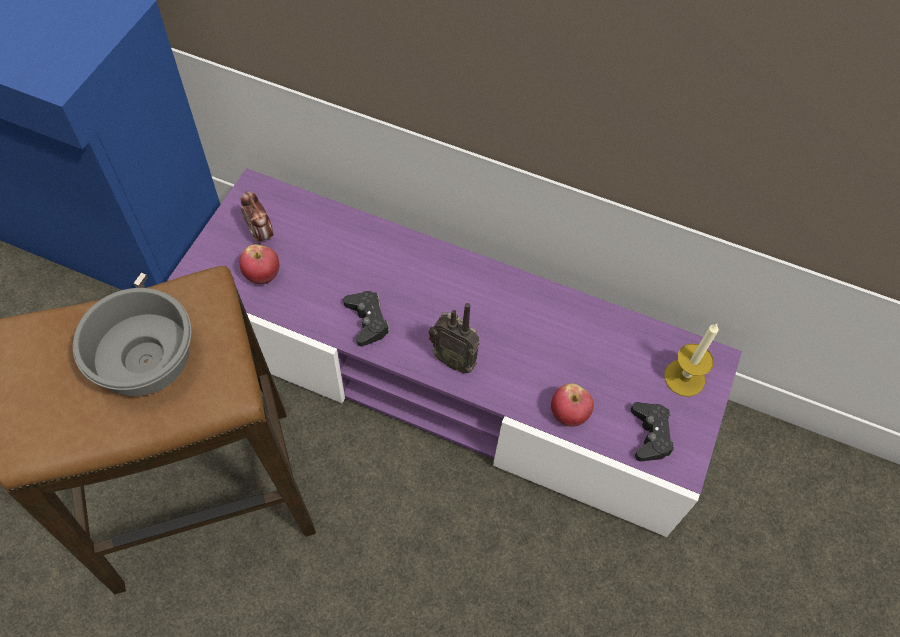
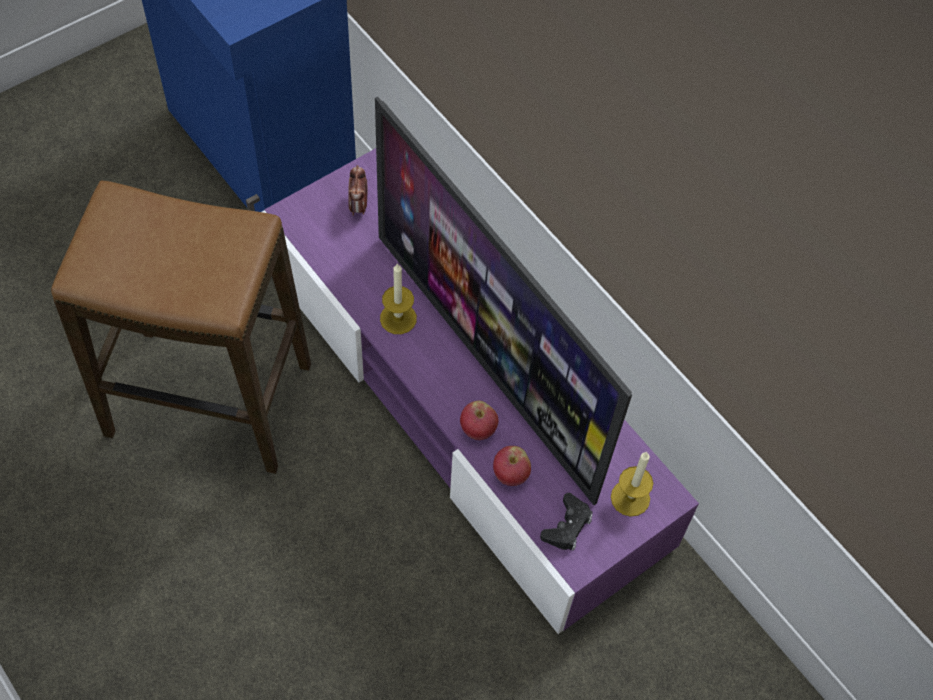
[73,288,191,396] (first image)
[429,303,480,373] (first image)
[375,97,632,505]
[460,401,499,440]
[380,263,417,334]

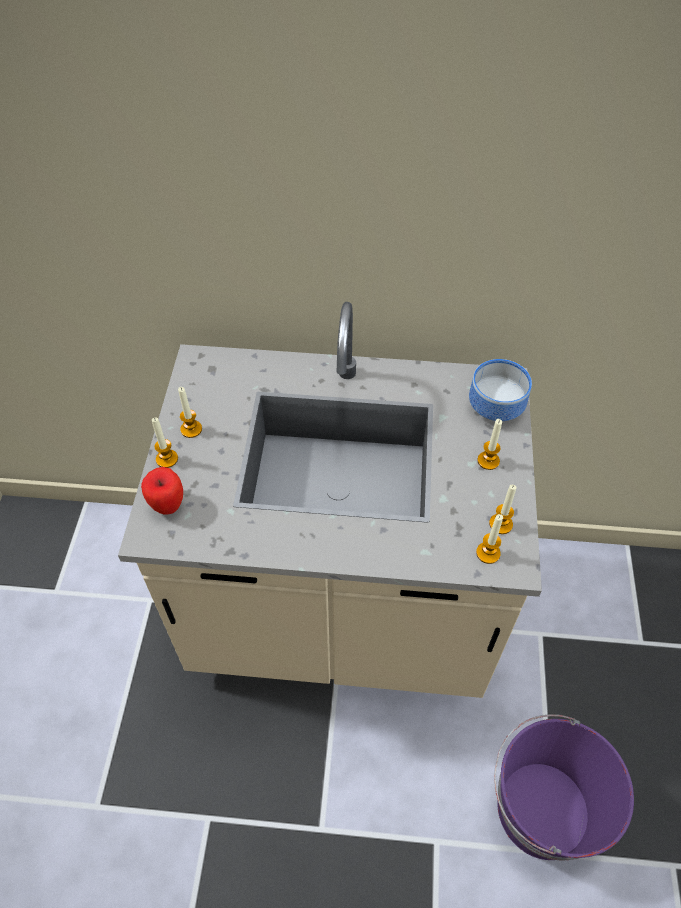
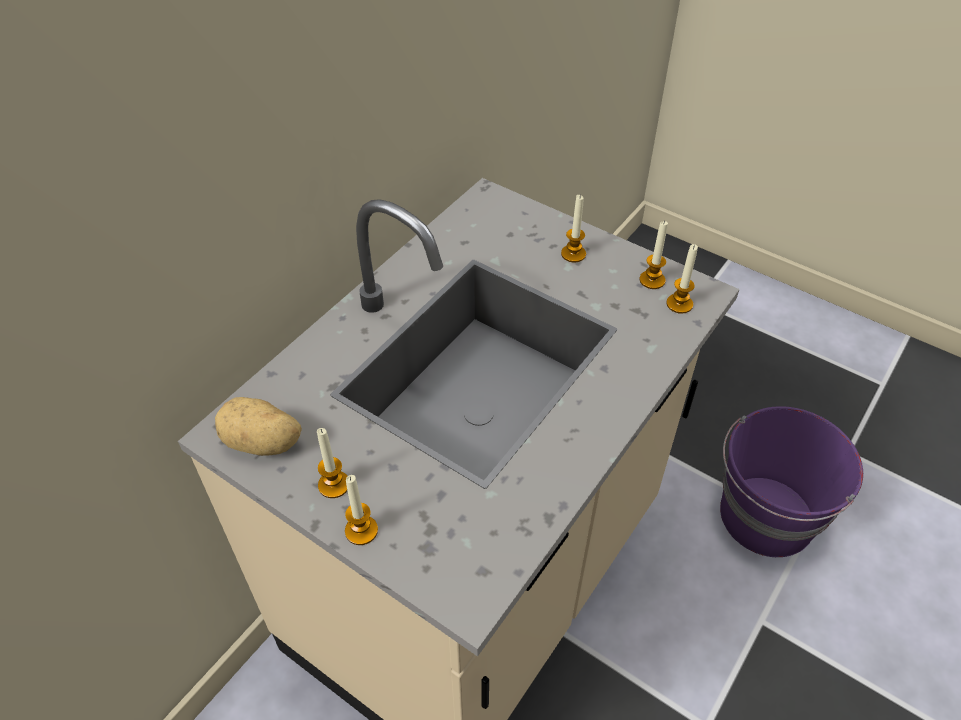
[141,467,183,515] (first image)
[469,359,532,421] (first image)
[215,397,302,456]

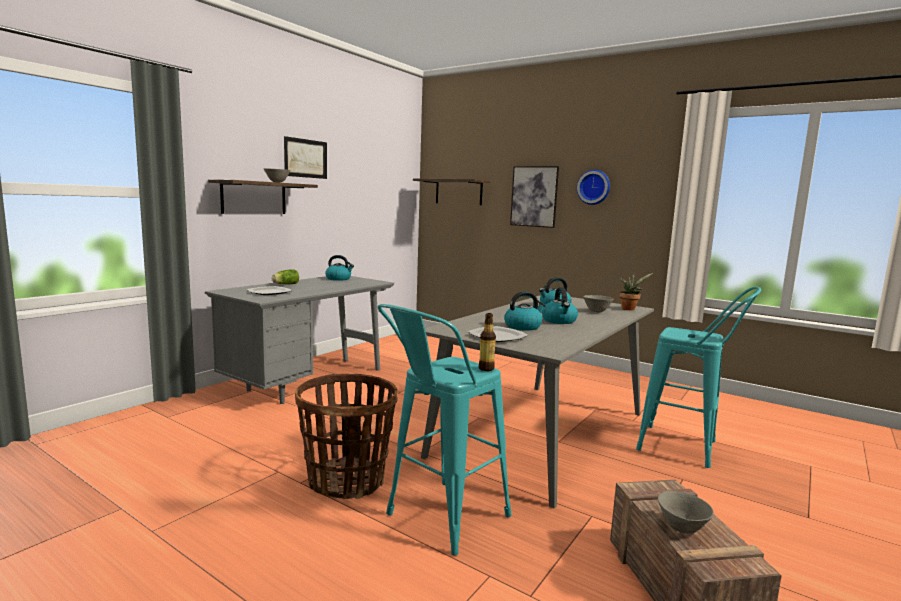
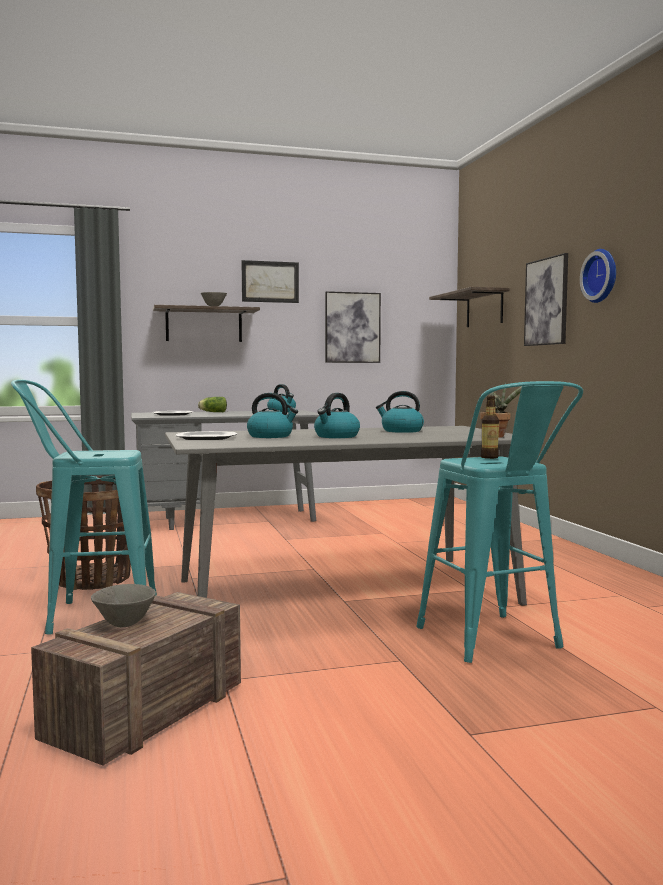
[583,295,614,312] (first image)
[325,291,381,363]
[481,396,499,459]

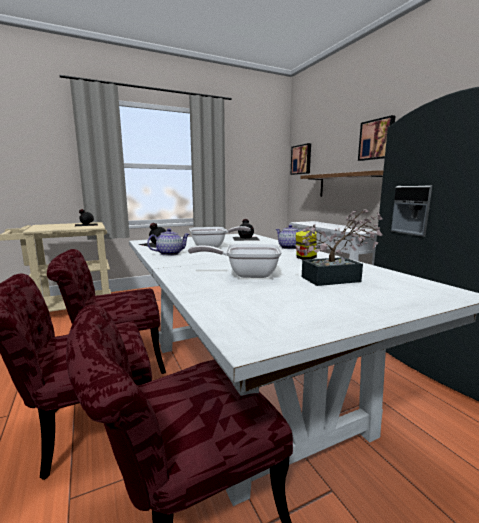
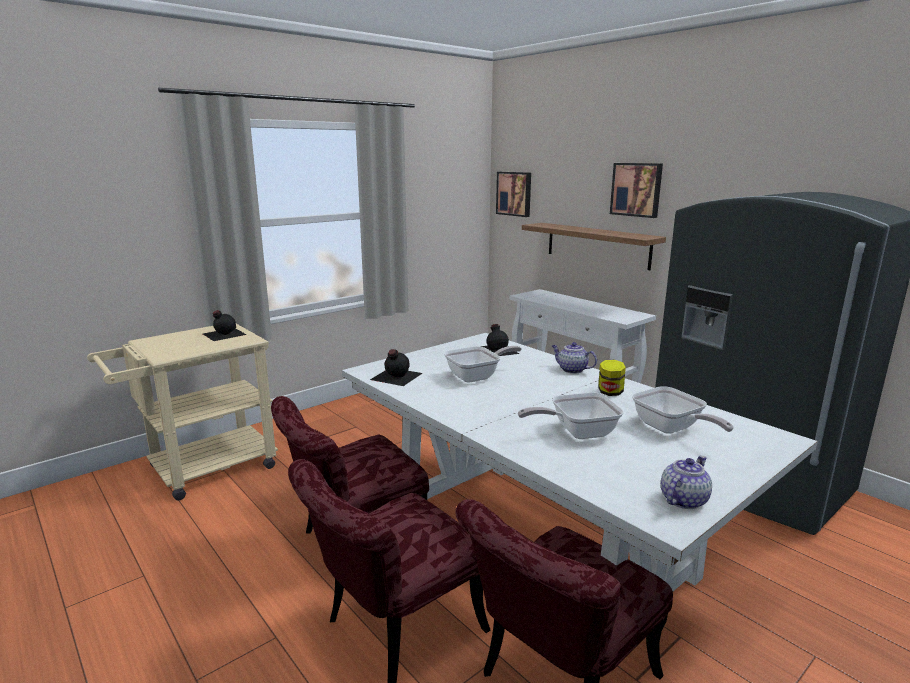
[661,455,712,509]
[632,386,734,434]

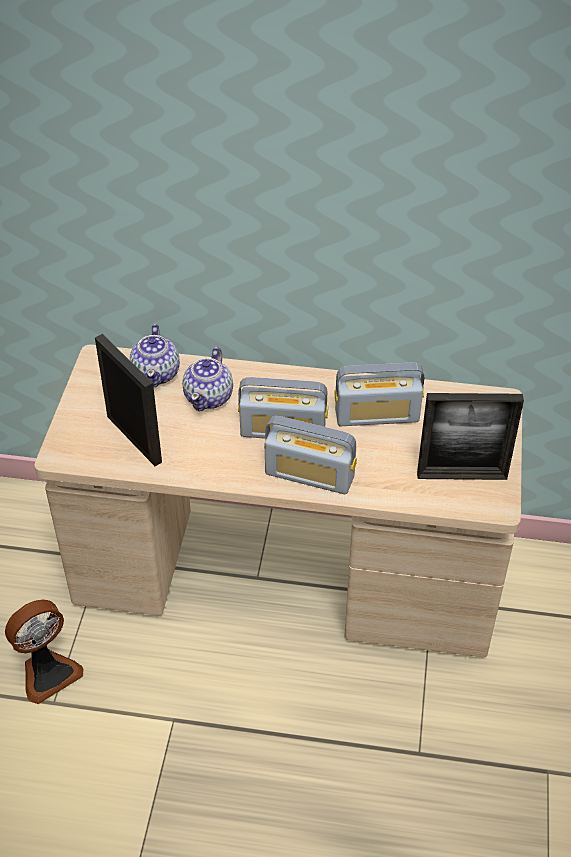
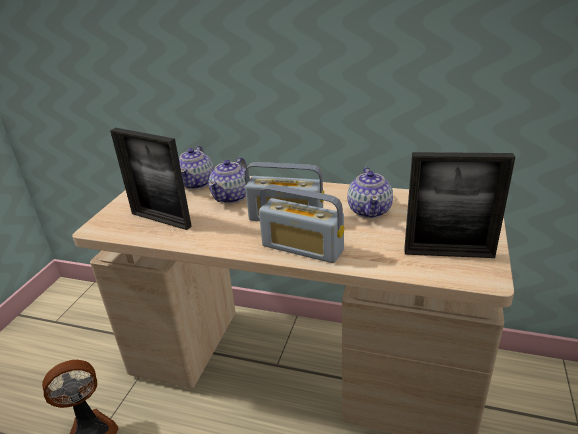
[347,167,393,218]
[110,128,192,230]

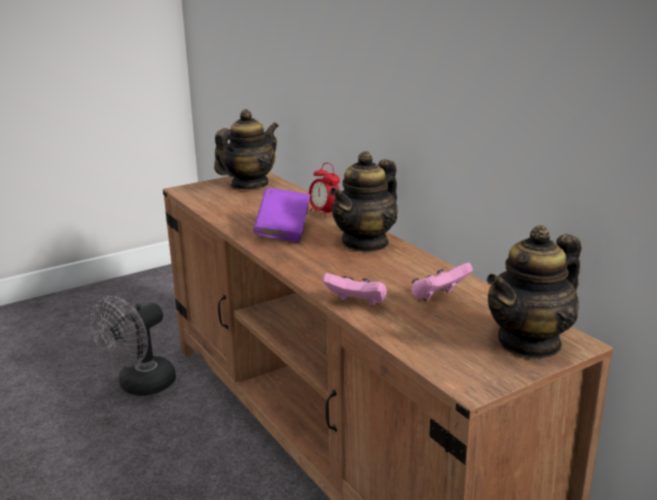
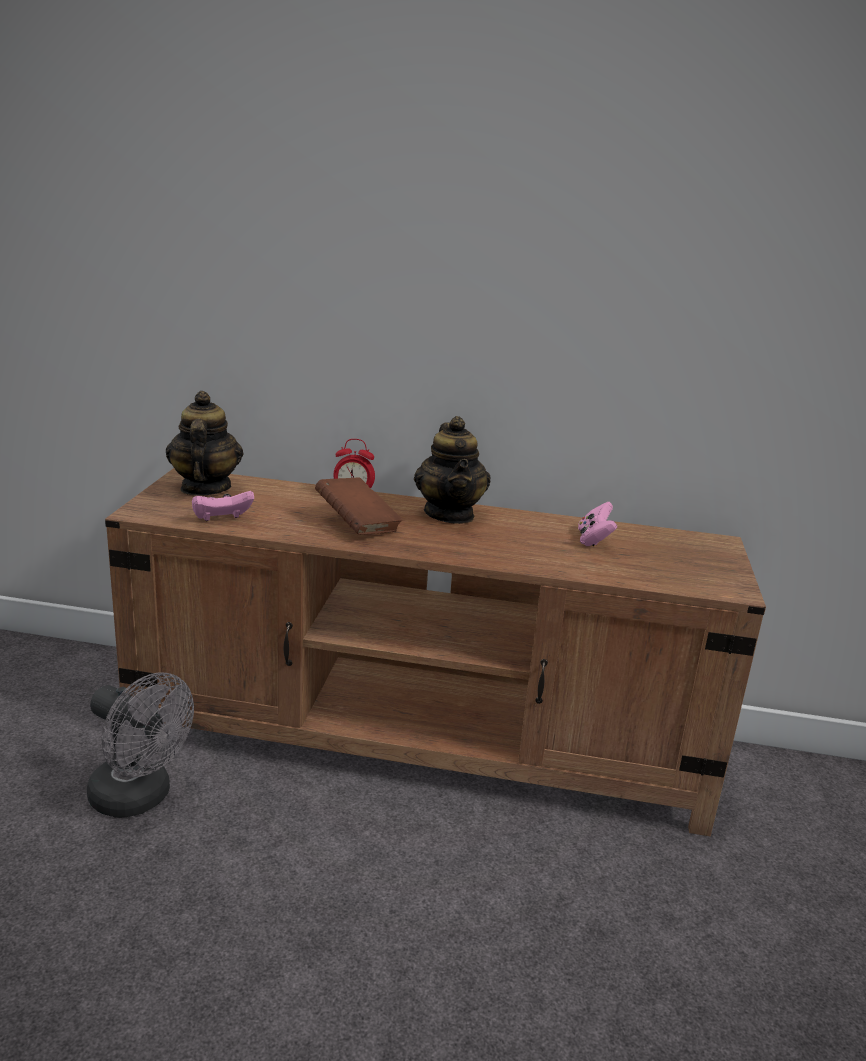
[486,225,581,360] (first image)
[192,491,254,521]
[315,478,402,535]
[87,672,194,818]

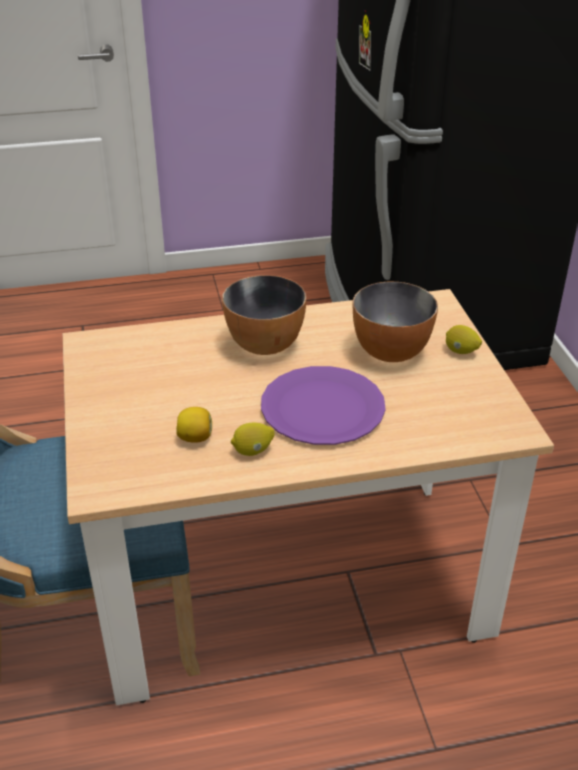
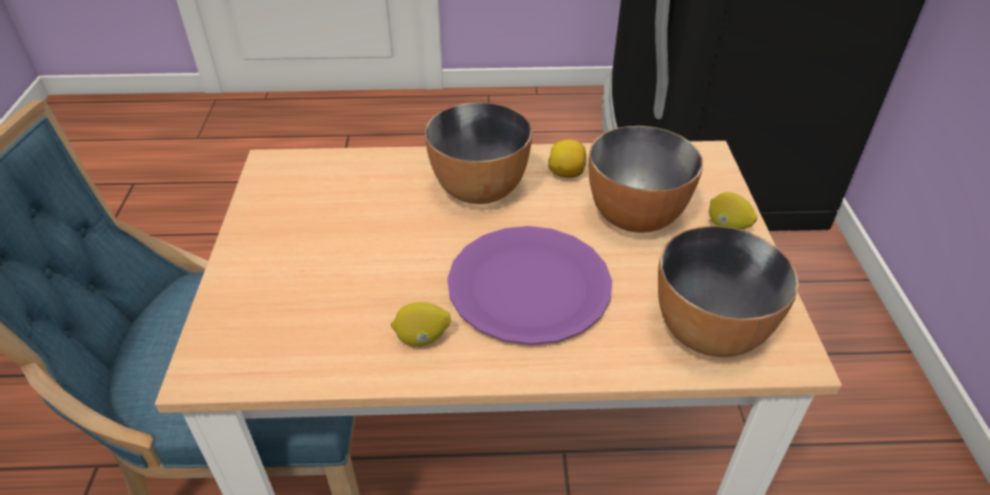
[658,226,799,357]
[548,139,587,178]

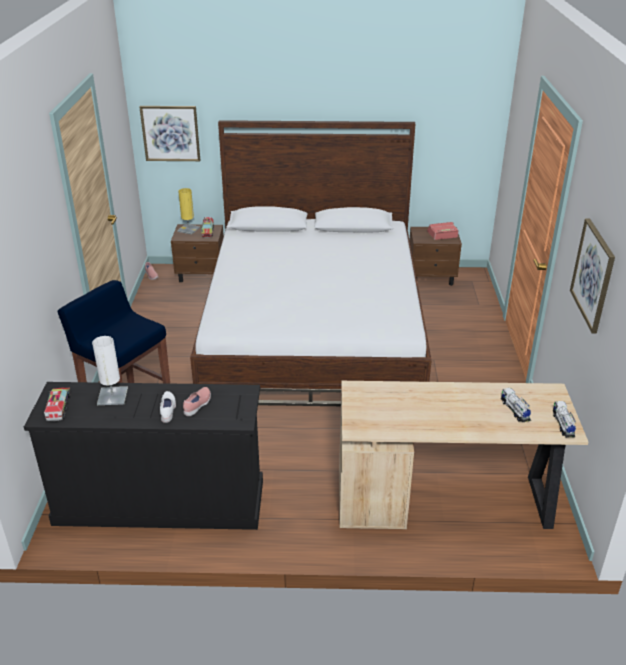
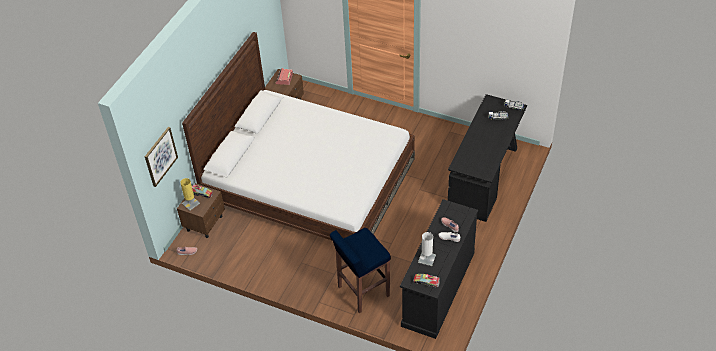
[570,218,615,333] (first image)
[448,94,527,222]

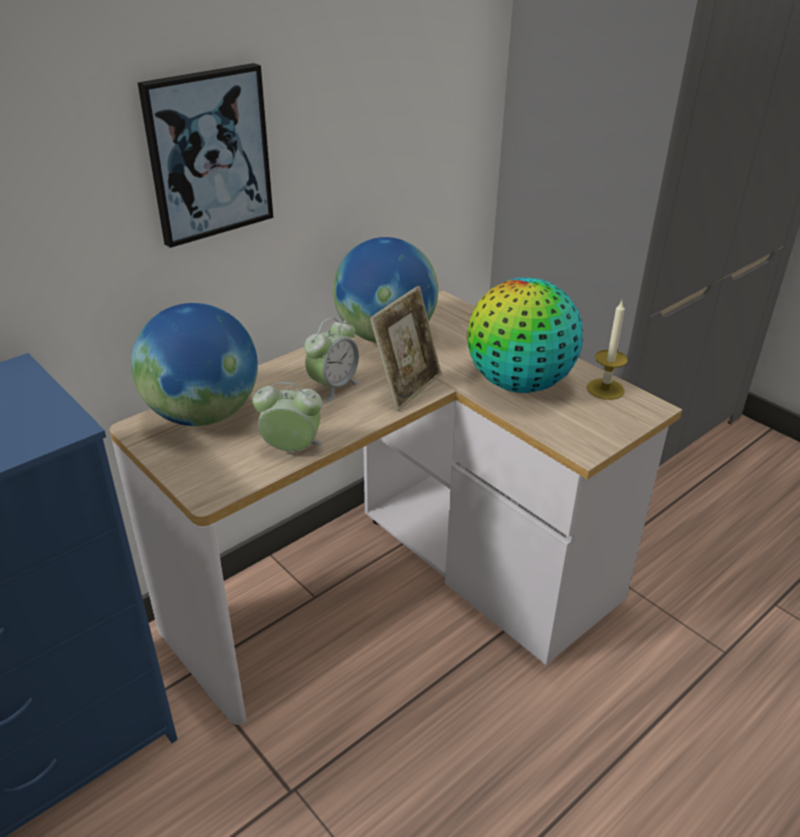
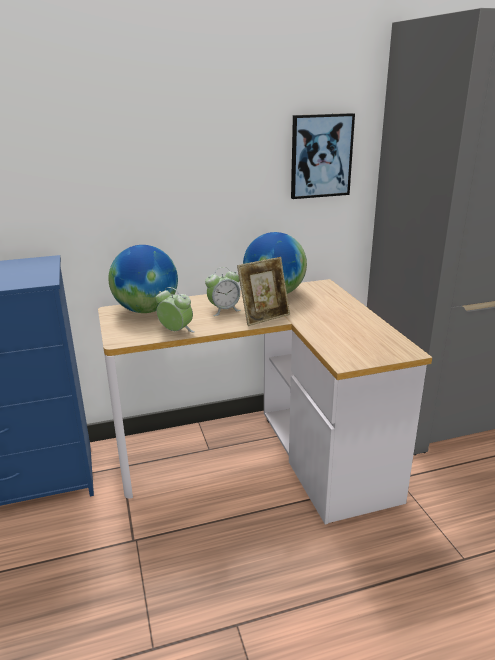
[467,277,583,393] (first image)
[587,301,628,400] (first image)
[291,113,355,199]

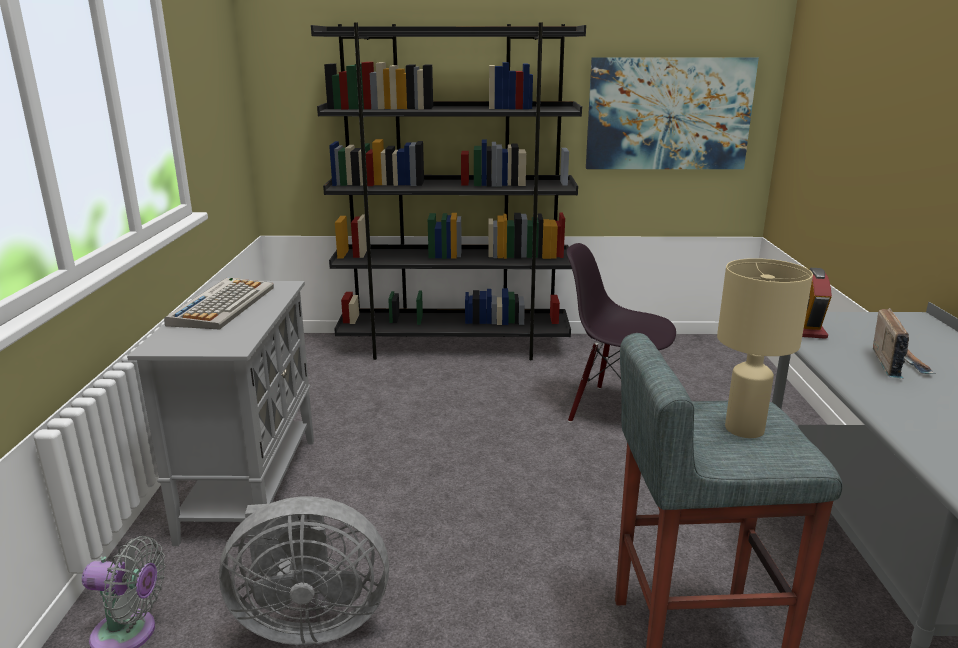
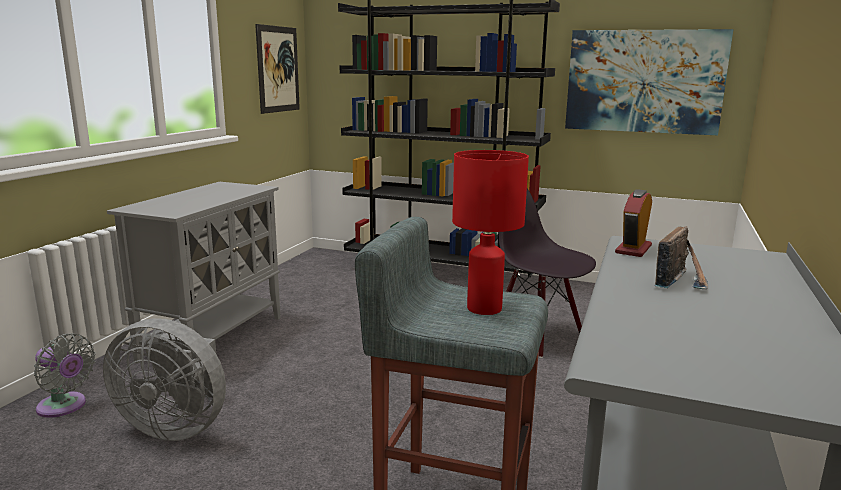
[164,277,274,329] (first image)
[255,24,300,114]
[452,150,529,315]

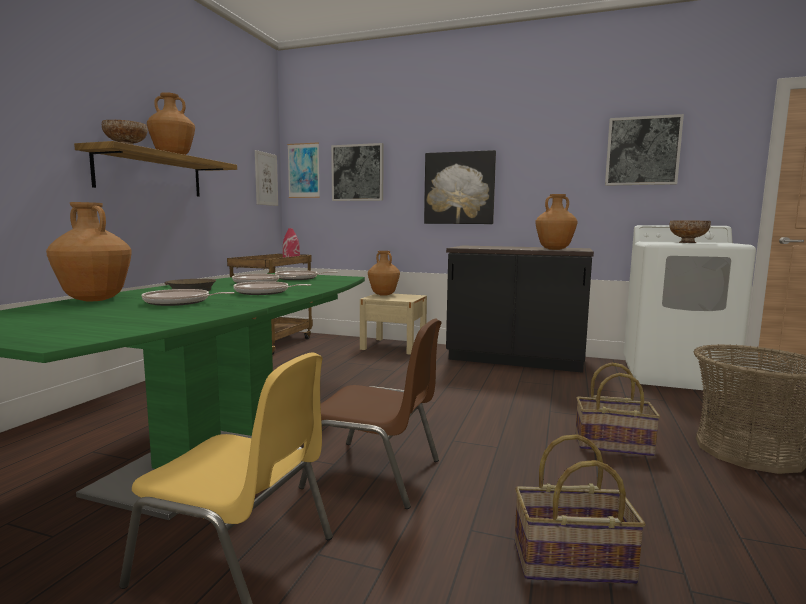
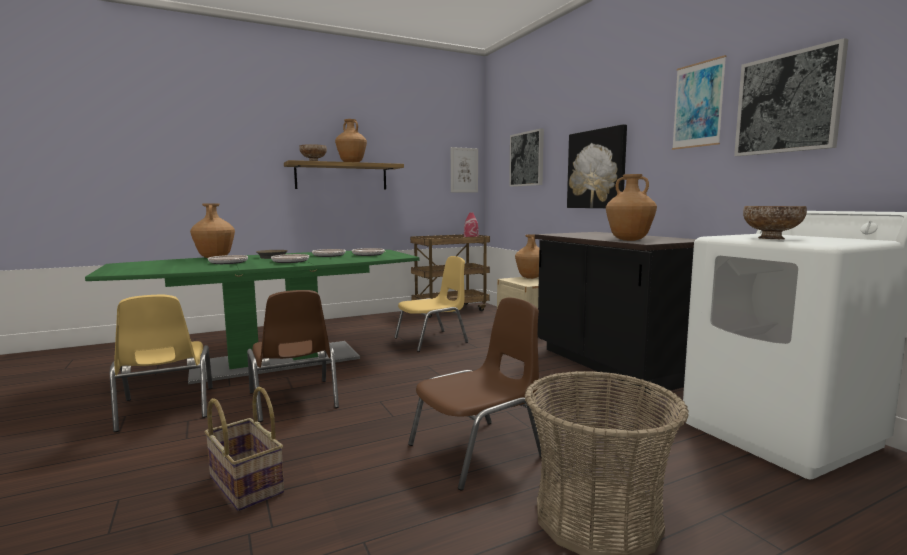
[394,256,468,352]
[672,55,727,150]
[408,297,542,490]

